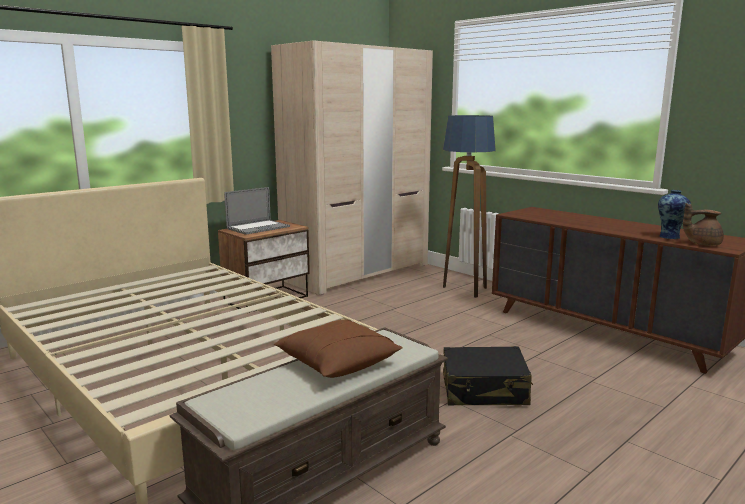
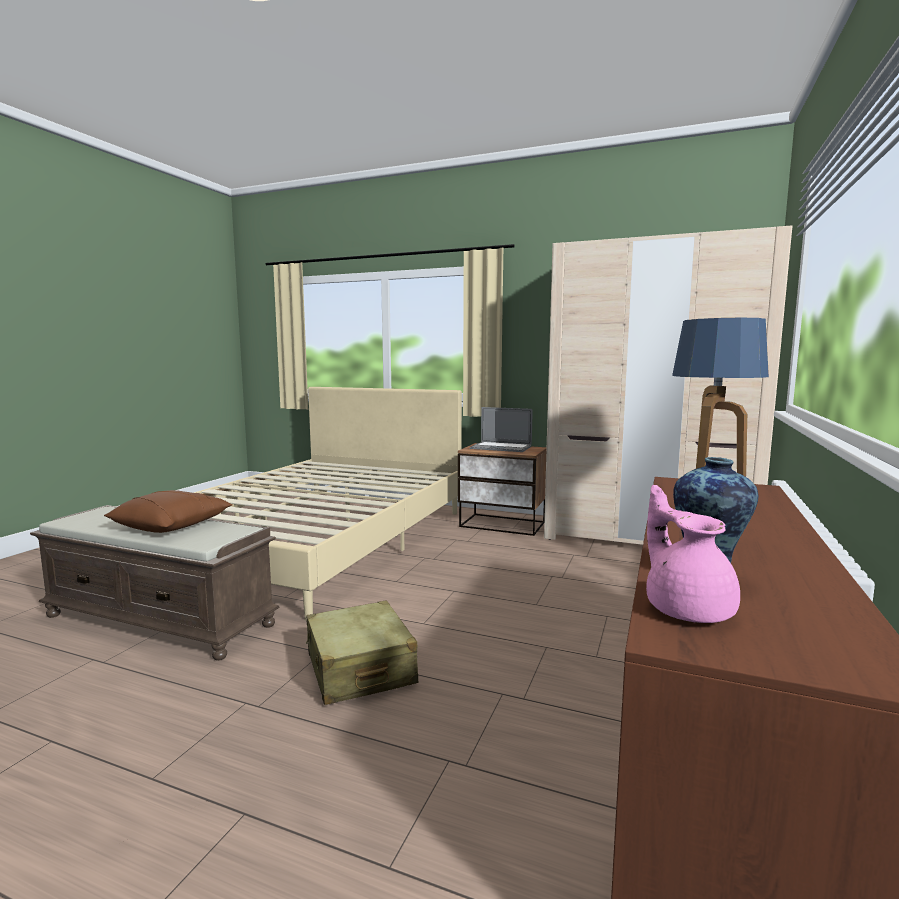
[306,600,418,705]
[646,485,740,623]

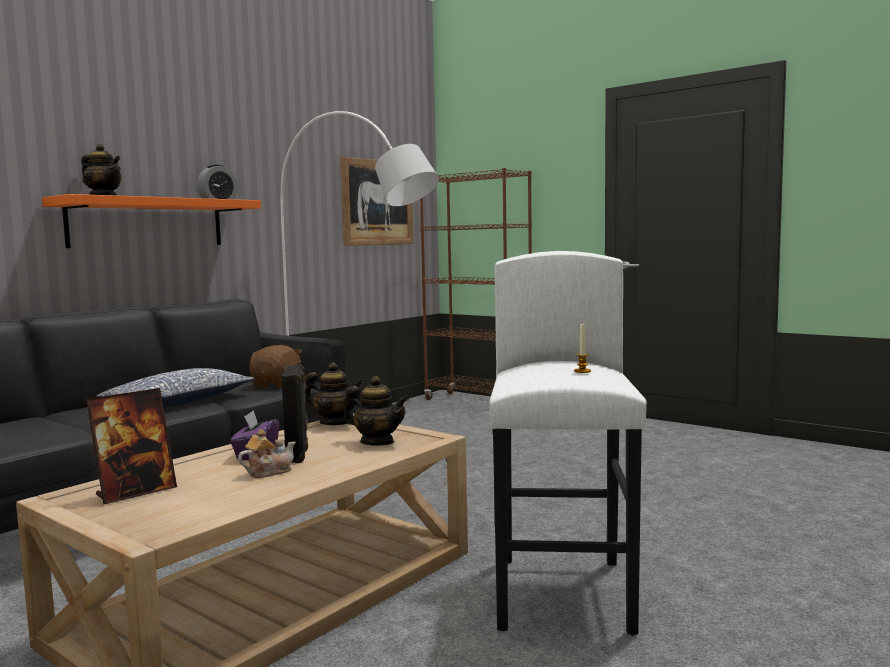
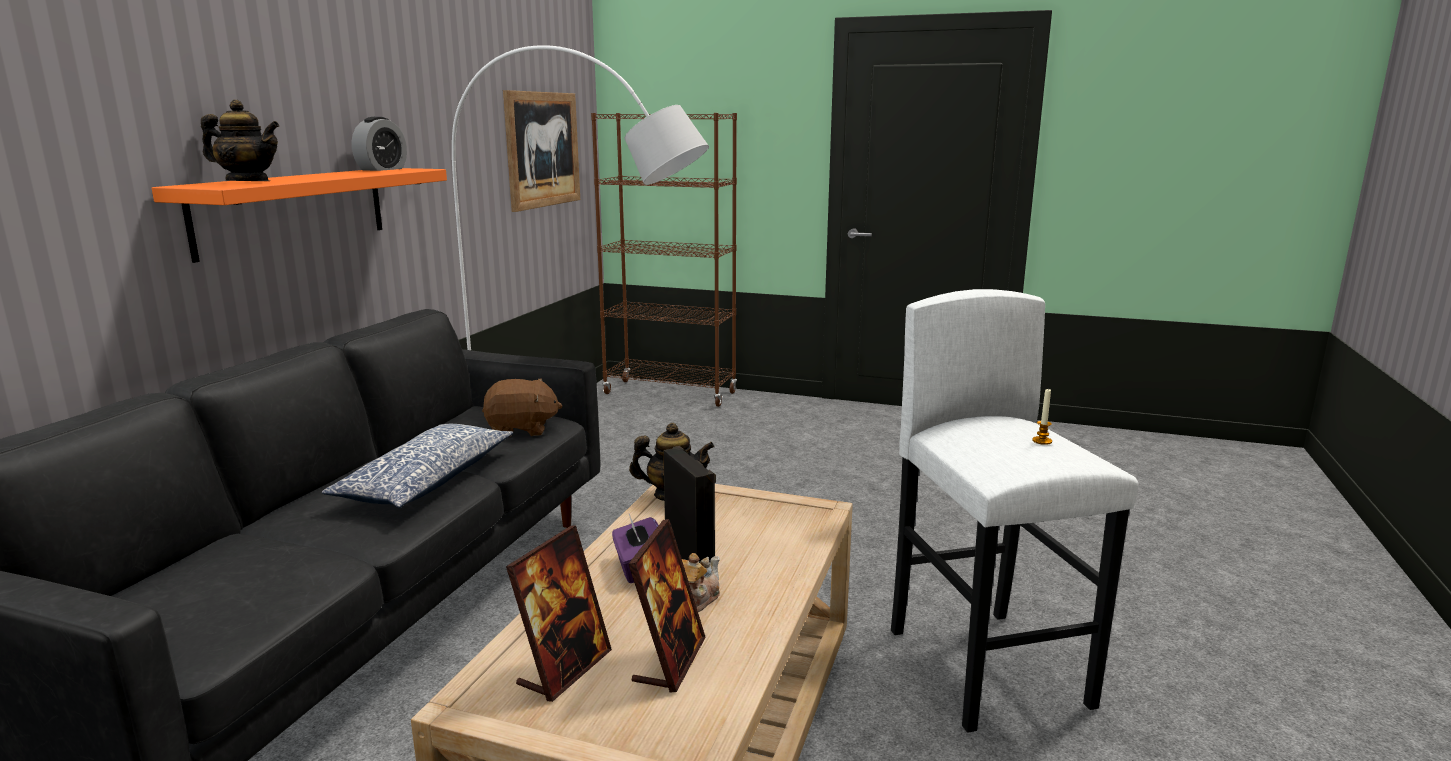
[344,376,409,446] (first image)
[629,519,706,692]
[482,378,562,437]

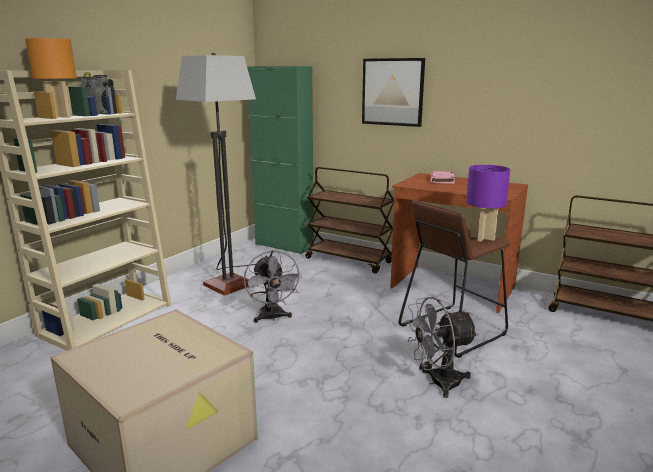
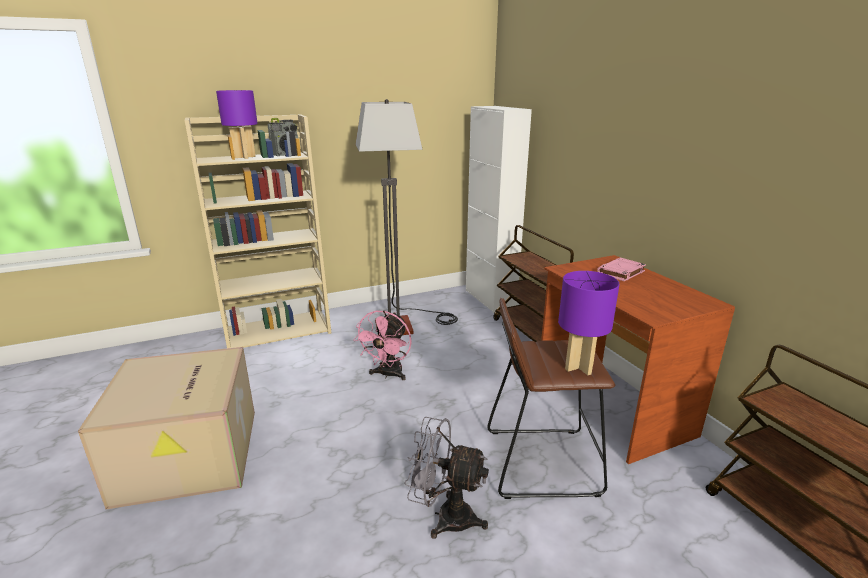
[362,58,425,127] (first image)
[216,90,258,159]
[354,310,412,380]
[466,106,532,313]

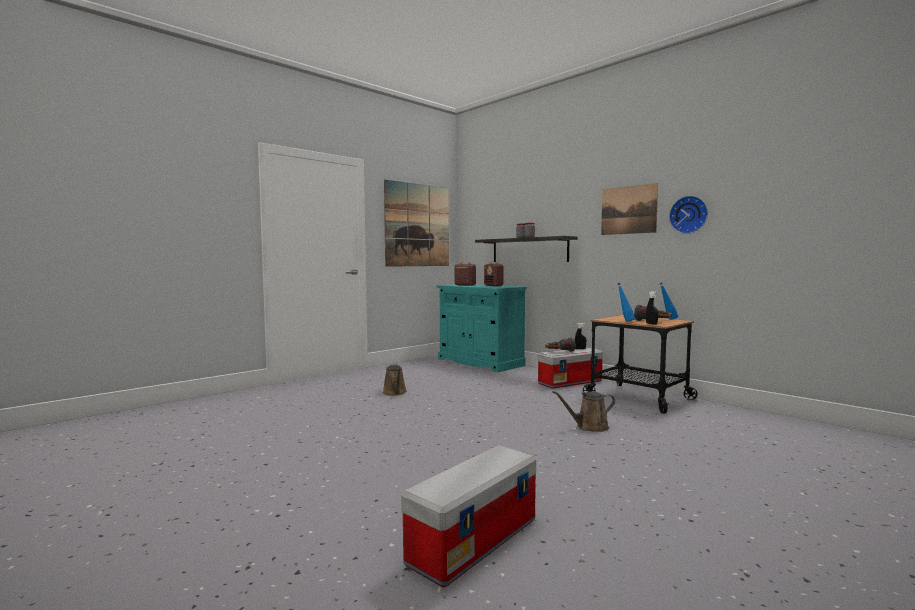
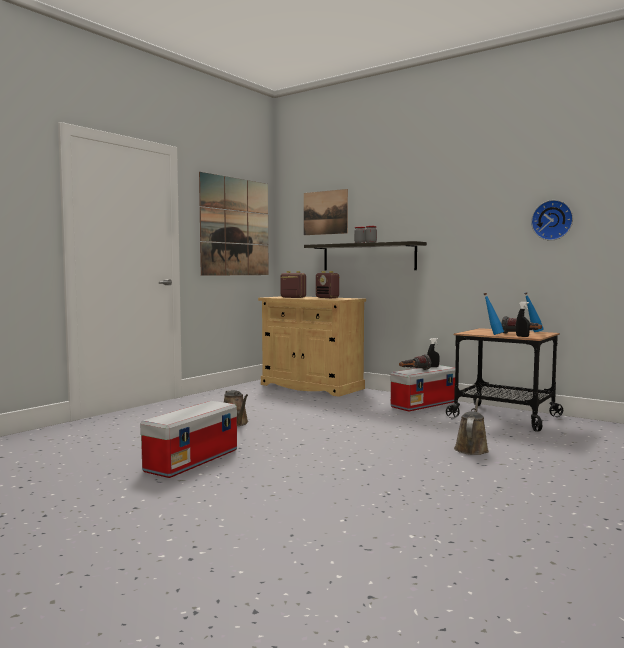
[140,401,237,478]
[304,189,348,235]
[258,296,366,397]
[454,398,489,455]

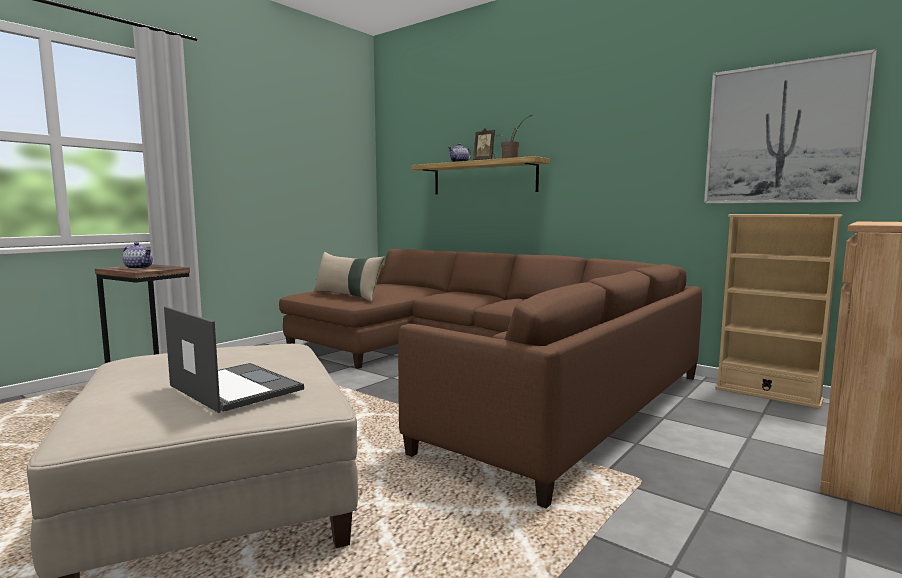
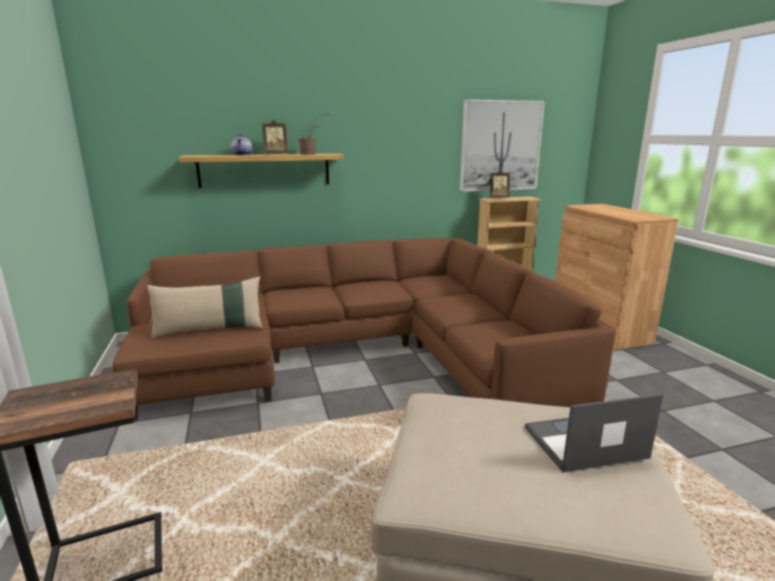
[122,242,153,269] (first image)
[490,170,510,198]

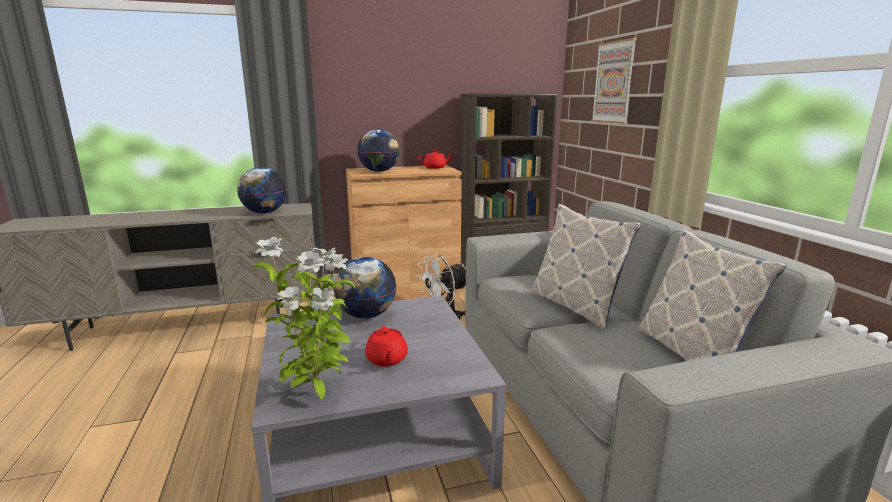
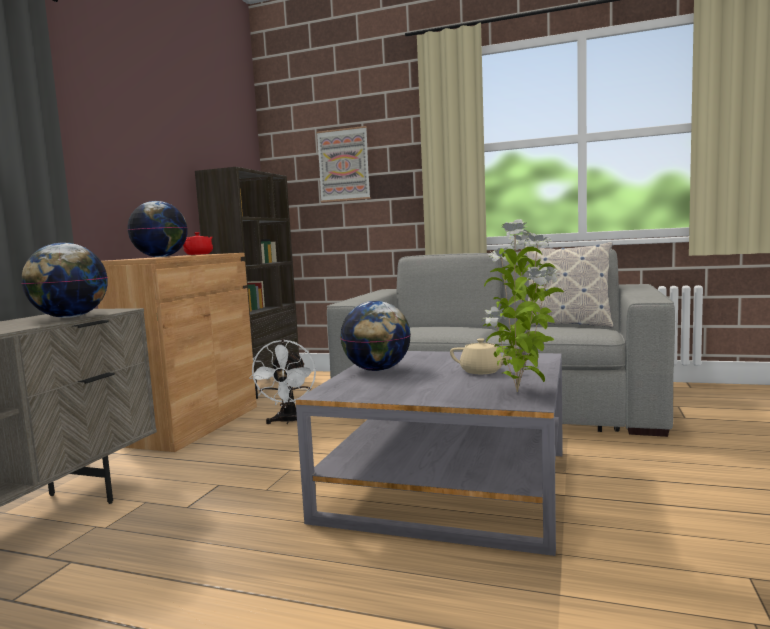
[529,204,641,330] (first image)
[450,338,517,374]

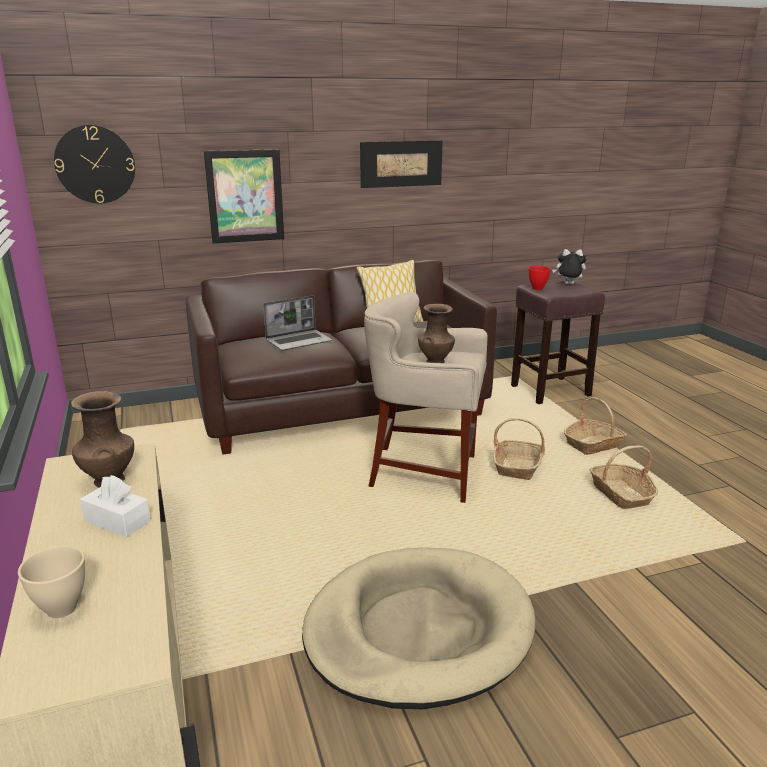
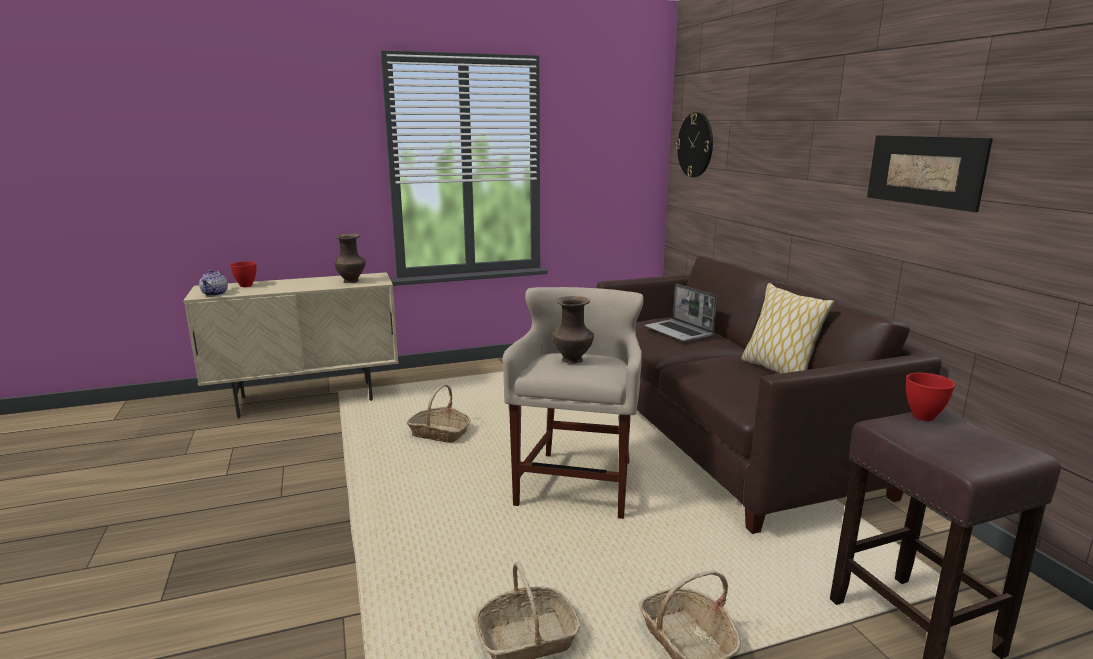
[80,475,151,537] (first image)
[204,149,284,244] (first image)
[302,547,535,709] (first image)
[552,249,586,285] (first image)
[199,270,228,296]
[407,384,471,443]
[230,261,256,287]

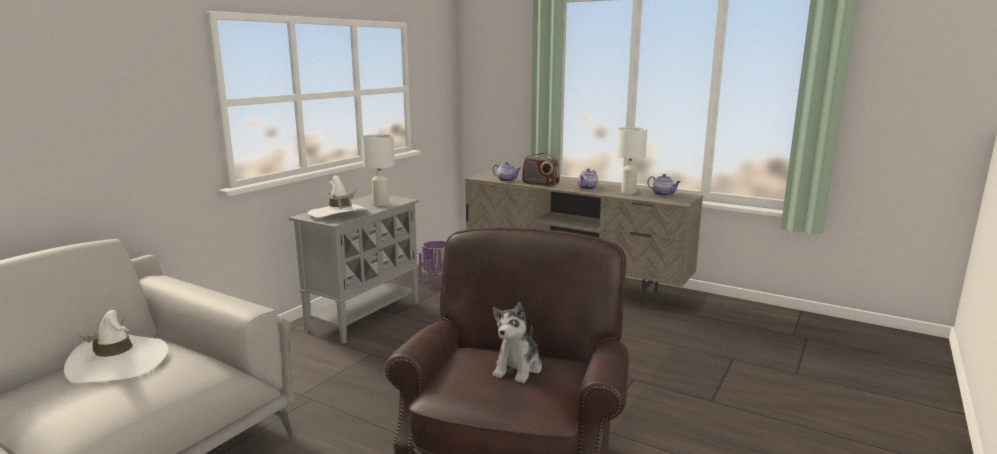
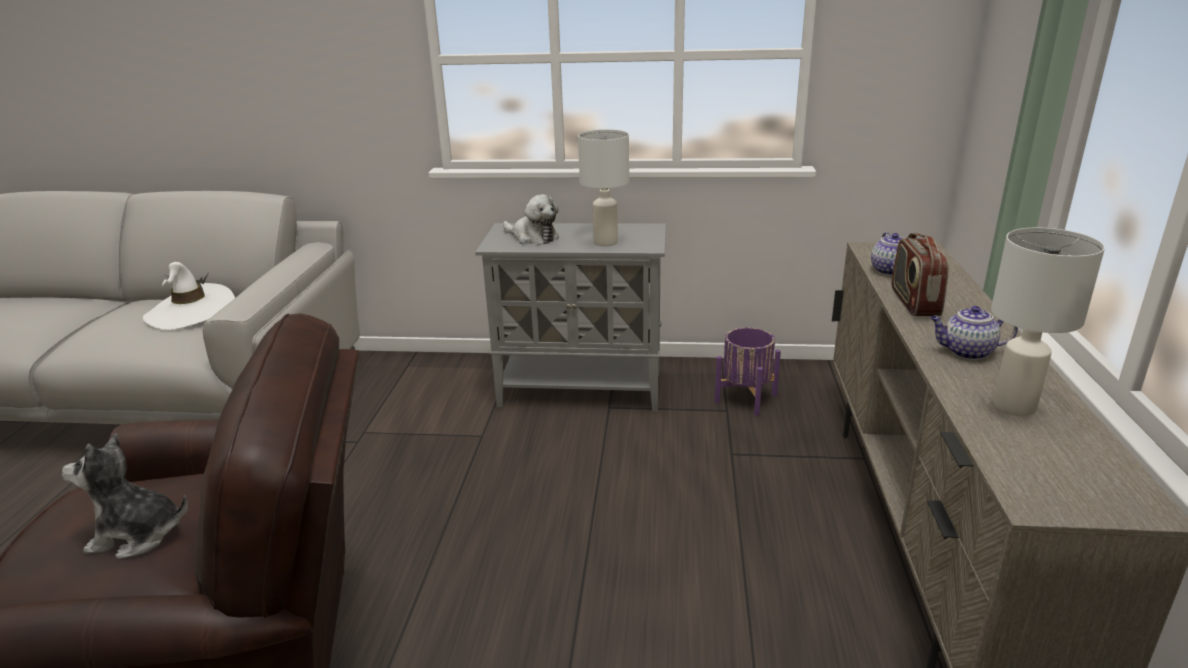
[647,174,681,196] (first image)
[503,194,559,245]

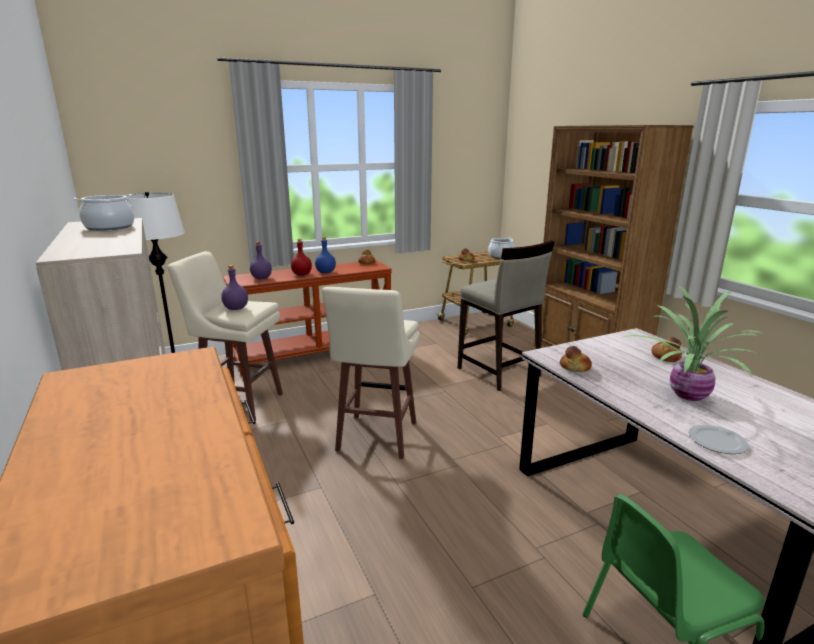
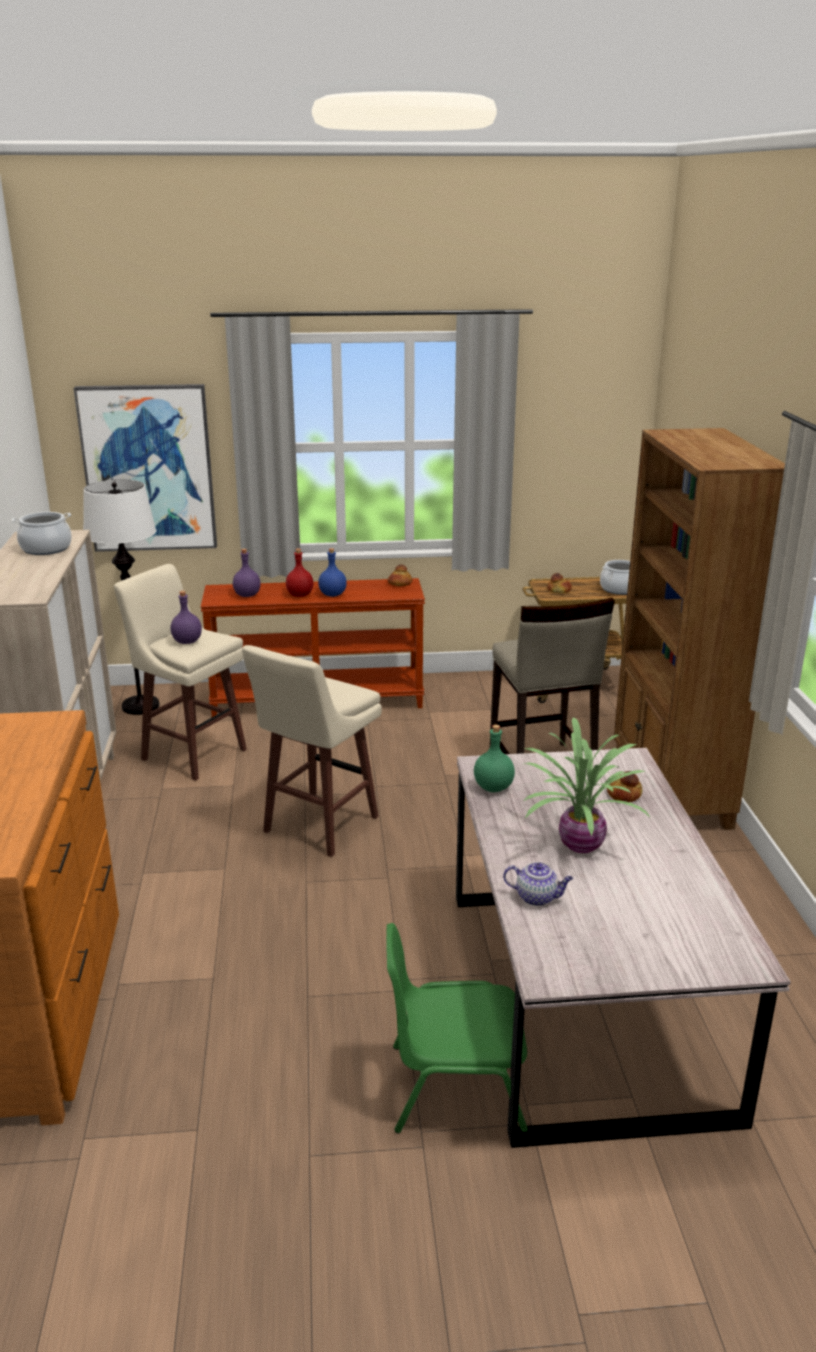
[74,384,217,552]
[474,725,515,792]
[503,862,573,906]

